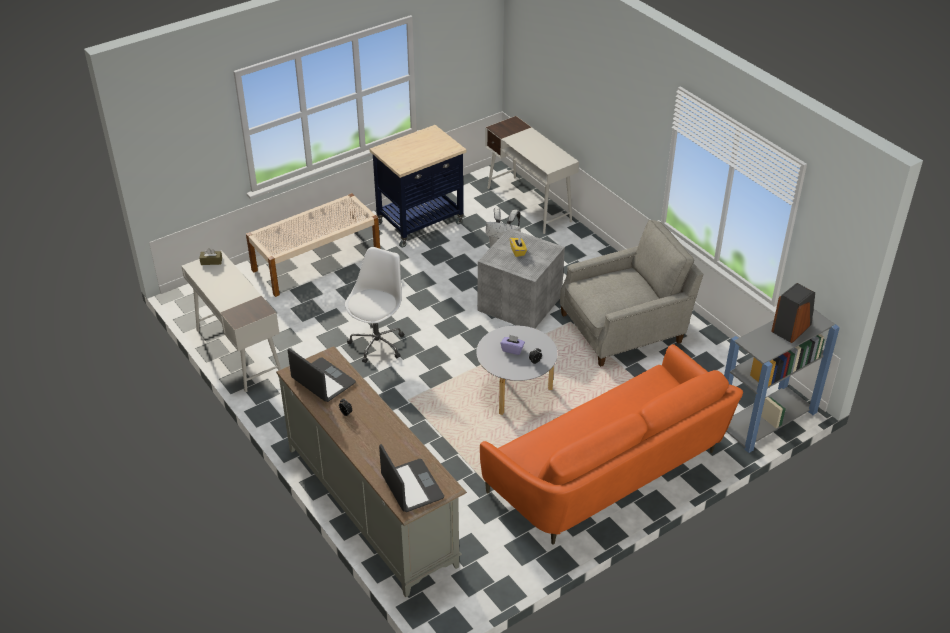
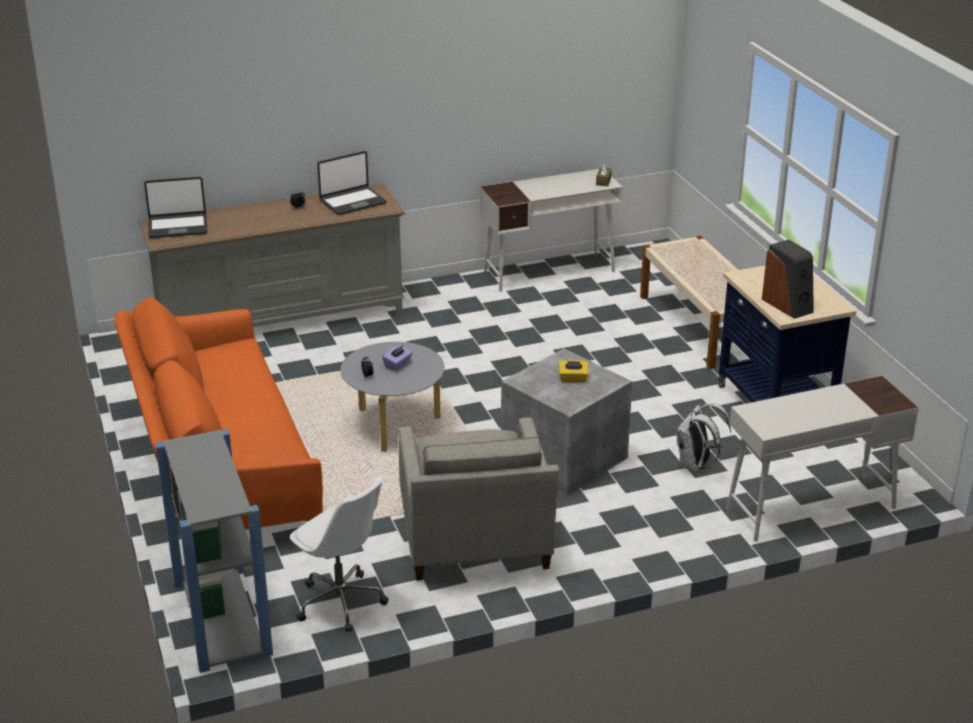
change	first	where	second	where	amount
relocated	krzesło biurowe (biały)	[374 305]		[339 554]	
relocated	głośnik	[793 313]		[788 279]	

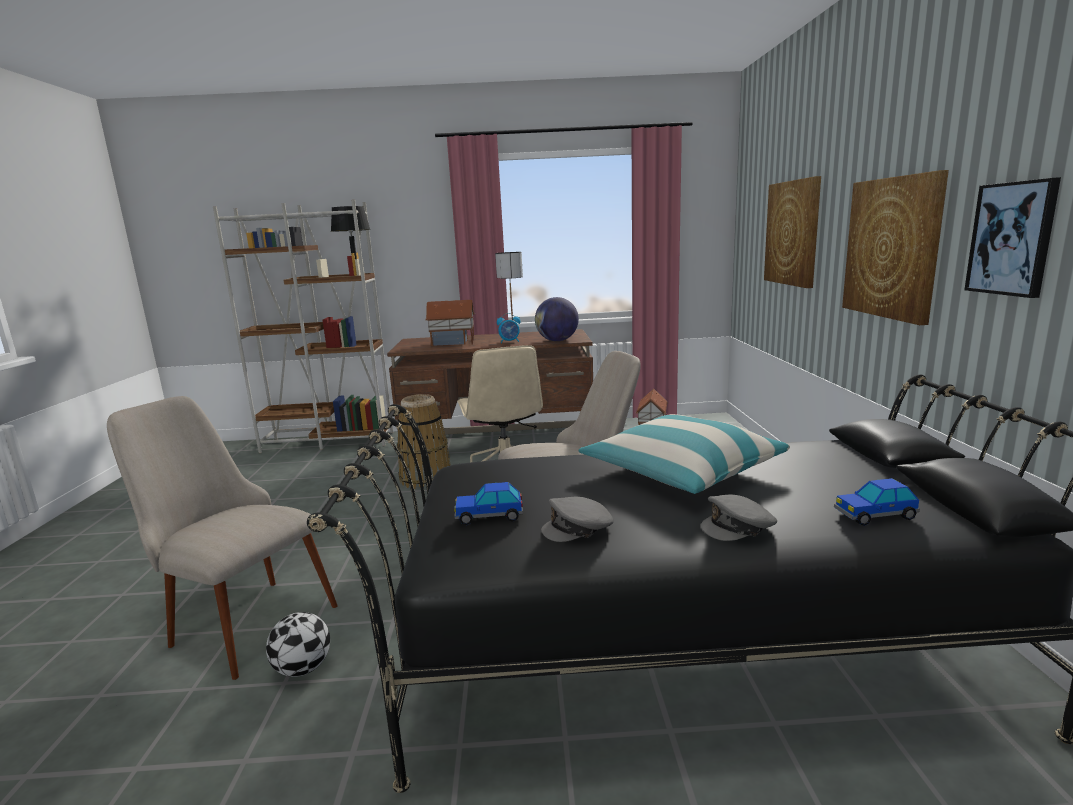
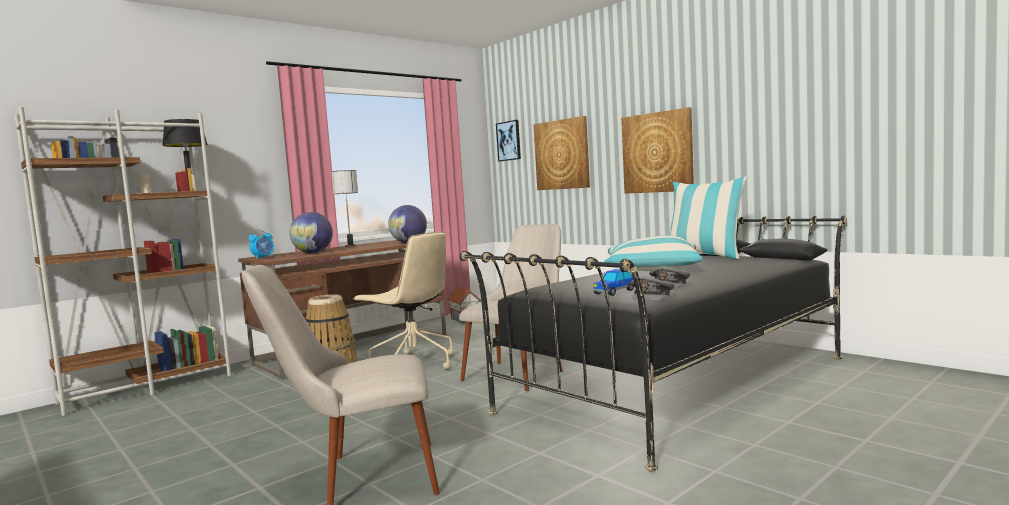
change	first	where	second	where	amount
missing	piłka futbolowa	[298 644]			
missing	samochodzik	[877 502]			
appeared			poduszka	[708 218]	
relocated	budzik	[509 328]		[261 244]	
relocated	czapka z daszkiem (szary)	[738 518]		[652 288]	
relocated	obraz	[1012 237]		[508 141]	
exchanged	domek	[450 323]	globus	[311 232]	

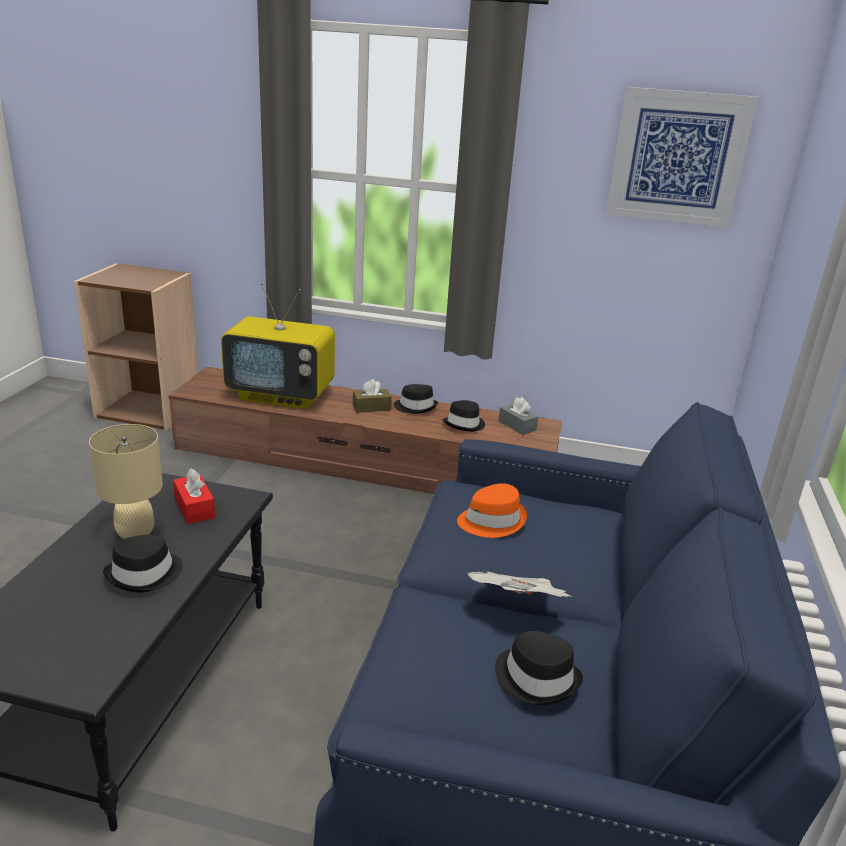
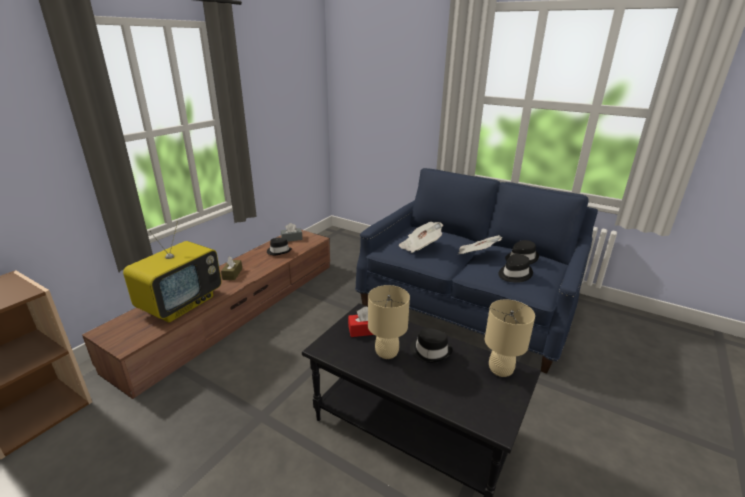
change	first	where	second	where	amount
missing	obraz	[682 157]			
appeared			lampa stołowa (beżowy)	[510 338]	
relocated	kapelusz (czarny)	[416 399]		[515 268]	
exchanged	kapelusz (pomarańczowy)	[492 510]	gazeta	[421 237]	

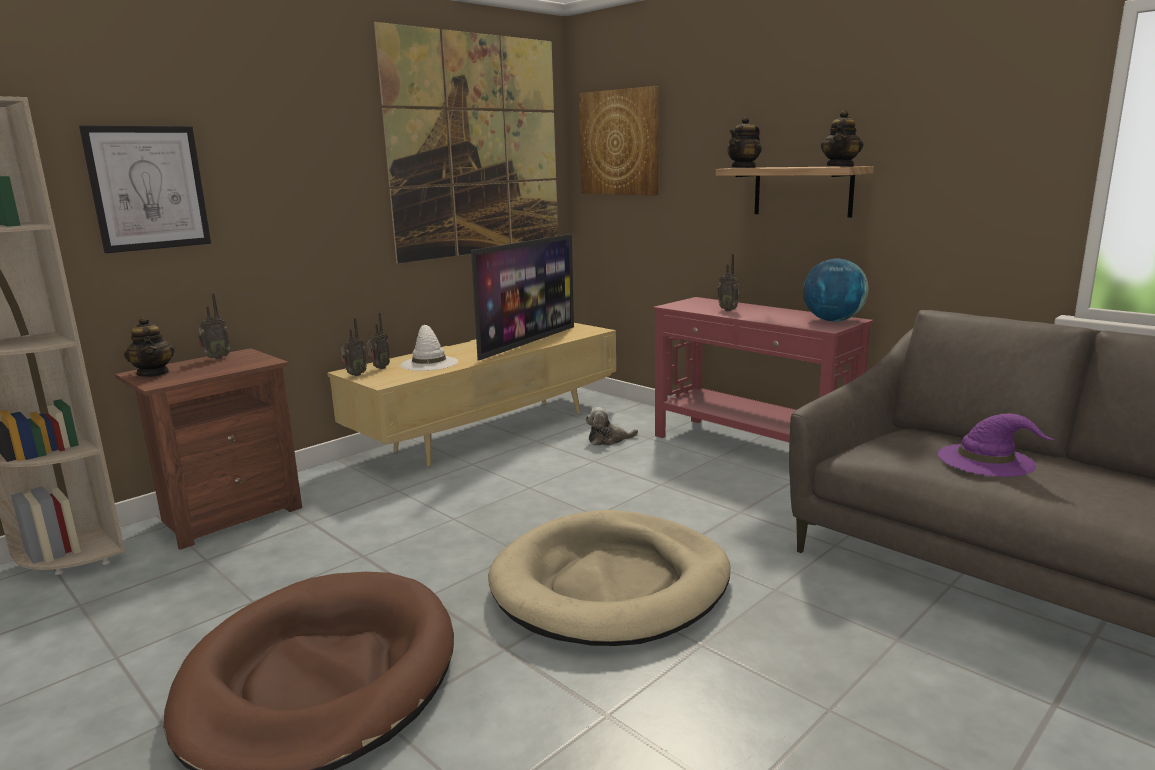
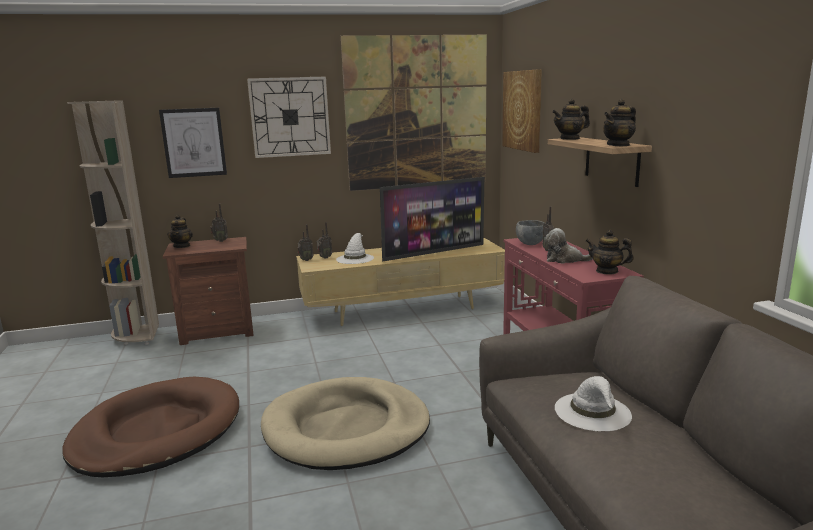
change	first	where	second	where	amount
appeared			zegar ścienny	[289 117]	
appeared			miska (szary)	[530 232]	
relocated	pluszak	[612 426]		[568 245]	
exchanged	globus	[836 290]	imbryk	[610 252]	
colour	kapelusz (fioletowy)	[996 445]	kapelusz (biały)	[593 403]	

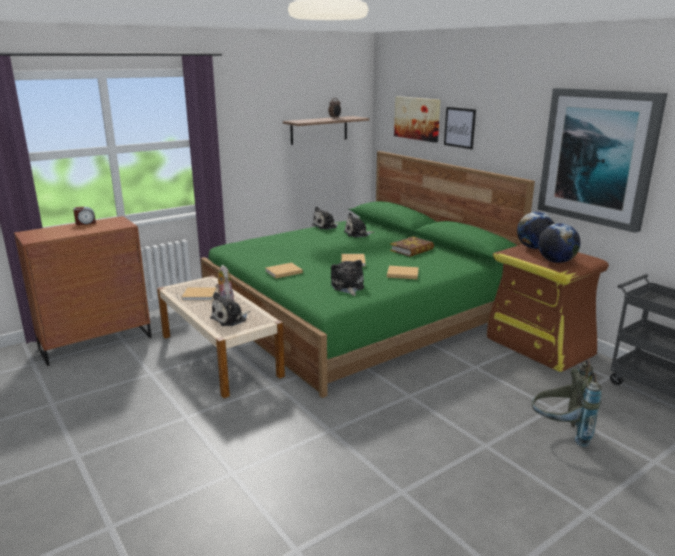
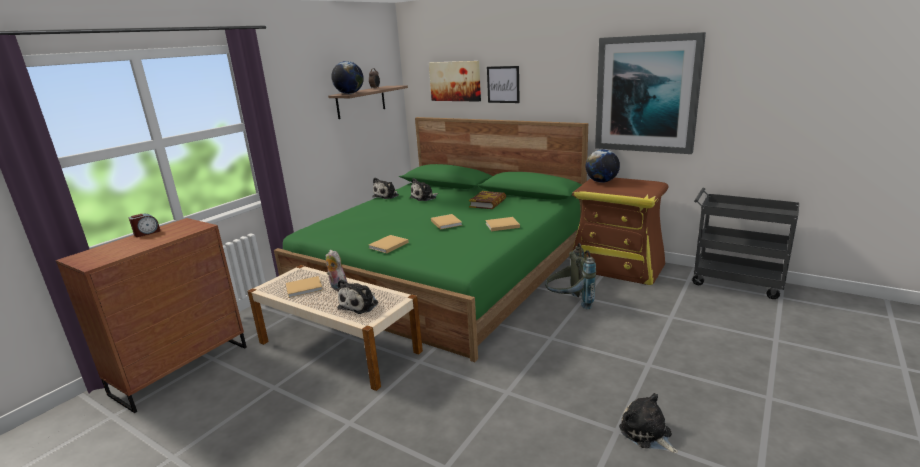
change	first	where	second	where	amount
relocated	pluszak	[347 278]		[648 423]	
relocated	plecak (szary)	[567 403]		[570 276]	
relocated	globus	[559 243]		[347 77]	

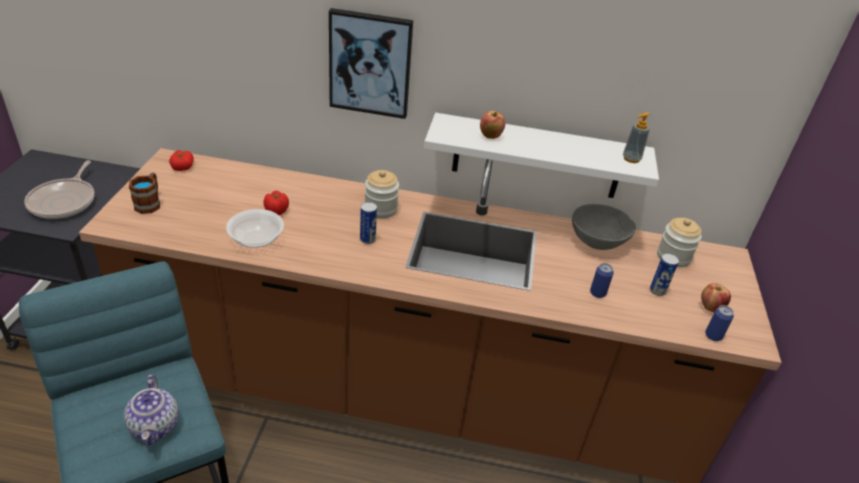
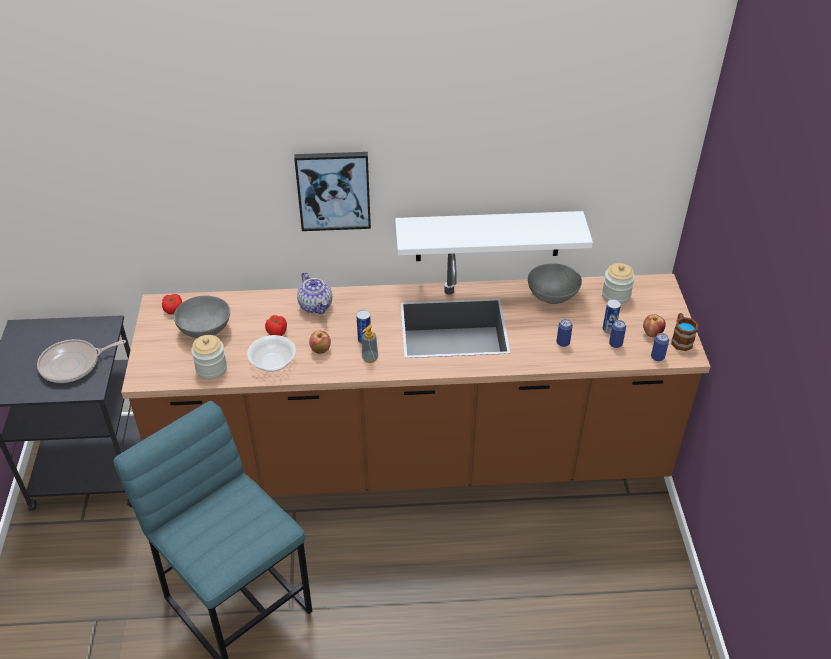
change	first	where	second	where	amount
appeared			miska (szary)	[202 317]	
appeared			puszka	[617 334]	
relocated	imbryk	[151 410]		[314 293]	
relocated	kubek	[144 193]		[684 332]	
relocated	słoik	[381 194]		[209 357]	
relocated	jabłko	[492 125]		[320 342]	
relocated	dozownik mydła	[636 137]		[370 344]	
spun	patelnia	[59 189]		[81 361]	75 degrees clockwise

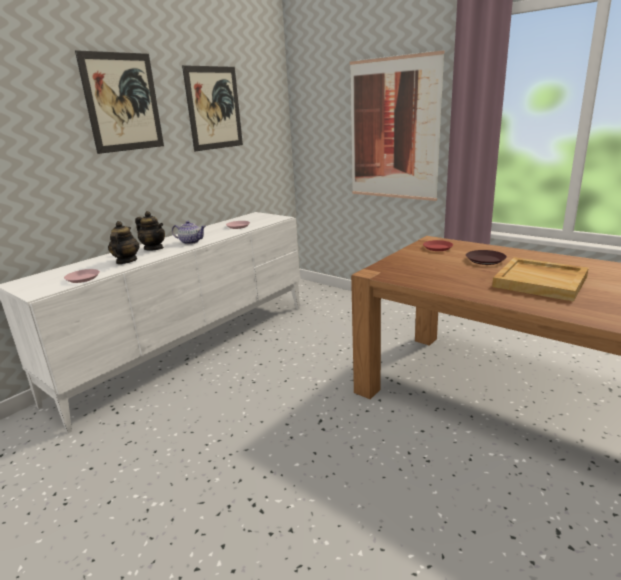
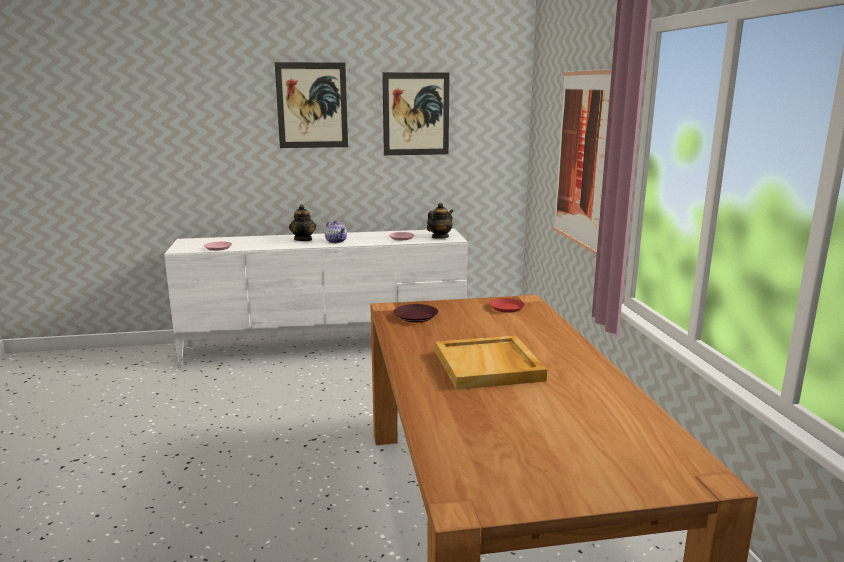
change	first	where	second	where	amount
relocated	imbryk	[124 242]		[440 221]	
relocated	talerz (brązowy)	[486 257]		[416 313]	

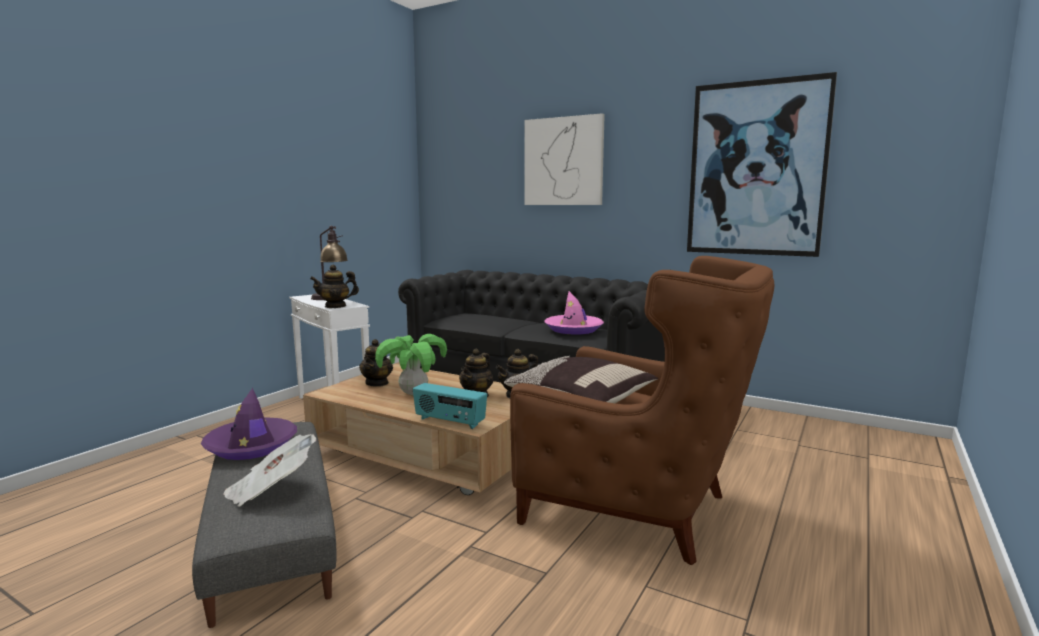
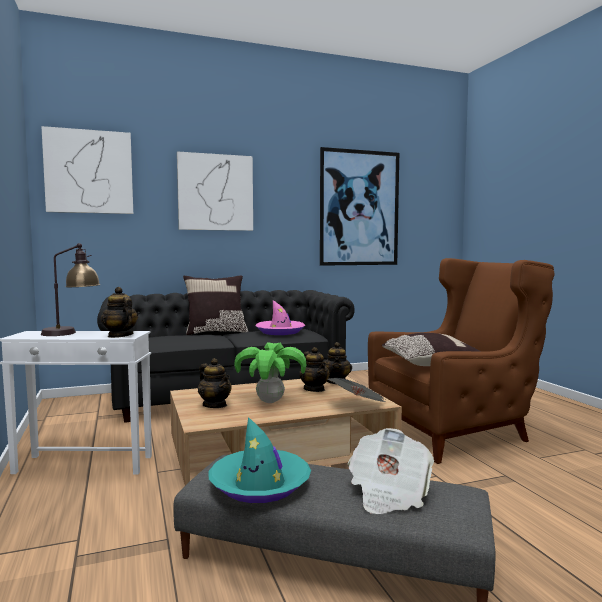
change	first	where	second	where	amount
appeared			obraz	[87 170]	
appeared			poduszka	[215 305]	
exchanged	radio	[450 406]	gazeta	[357 390]	
colour	kapelusz (fioletowy)	[249 424]	kapelusz (turkusowy)	[259 460]	
spun	imbryk	[334 286]		[119 312]	120 degrees clockwise

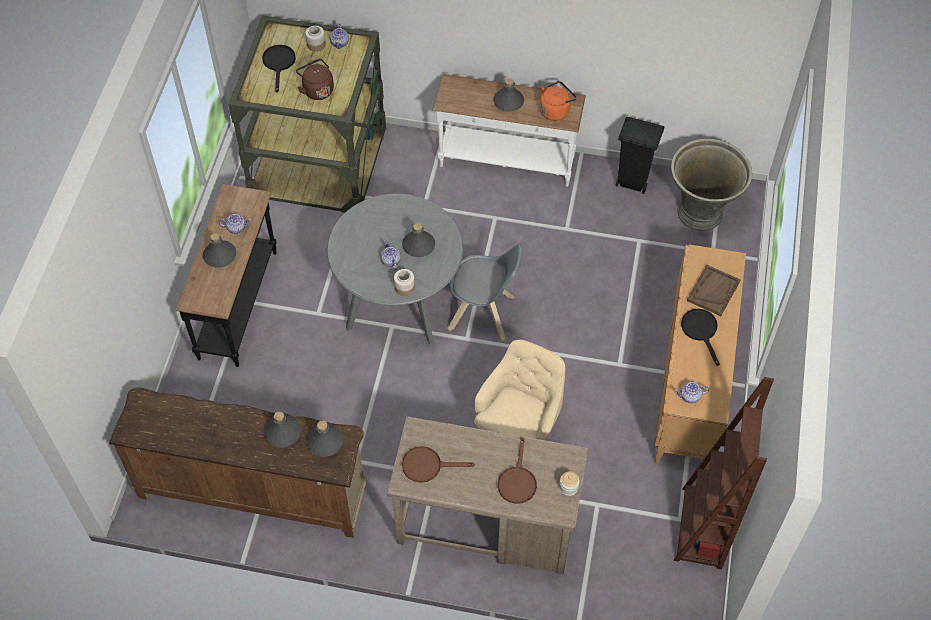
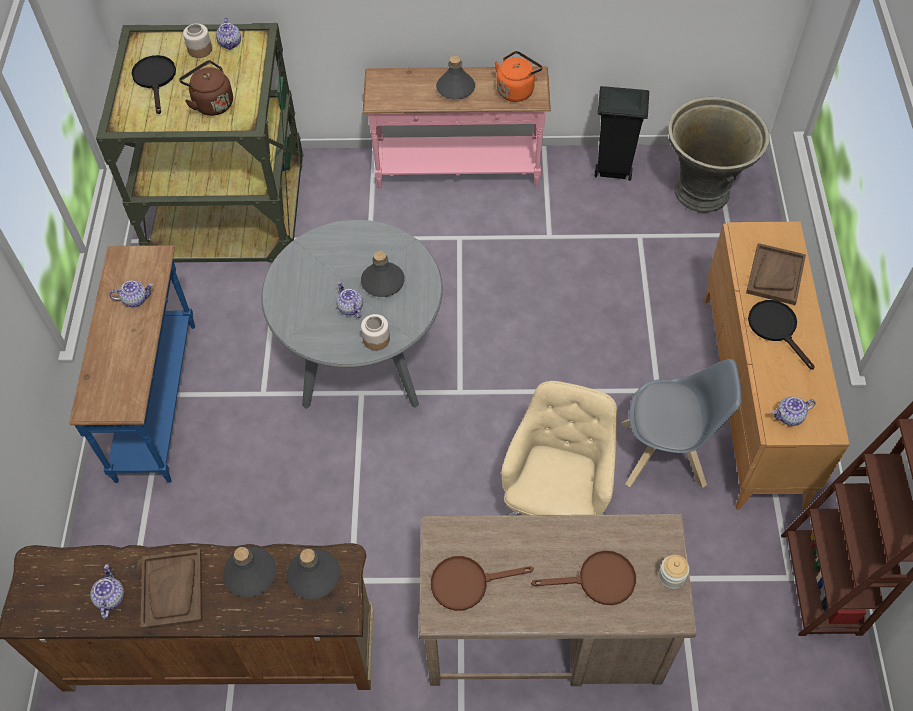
change	first	where	second	where	amount
missing	butelka (szary)	[219 250]			
appeared			imbryk	[107 591]	
appeared			taca (brązowy)	[171 589]	
relocated	krzesło (szary)	[485 292]		[681 423]	
colour	stolik konsolowy (czarny)	[226 275]	stolik konsolowy (niebieski)	[132 364]	
colour	stolik konsolowy (biały)	[509 130]	stolik konsolowy (różowy)	[457 127]	
spun	patelnia (brązowy)	[517 470]		[583 577]	90 degrees counterclockwise

